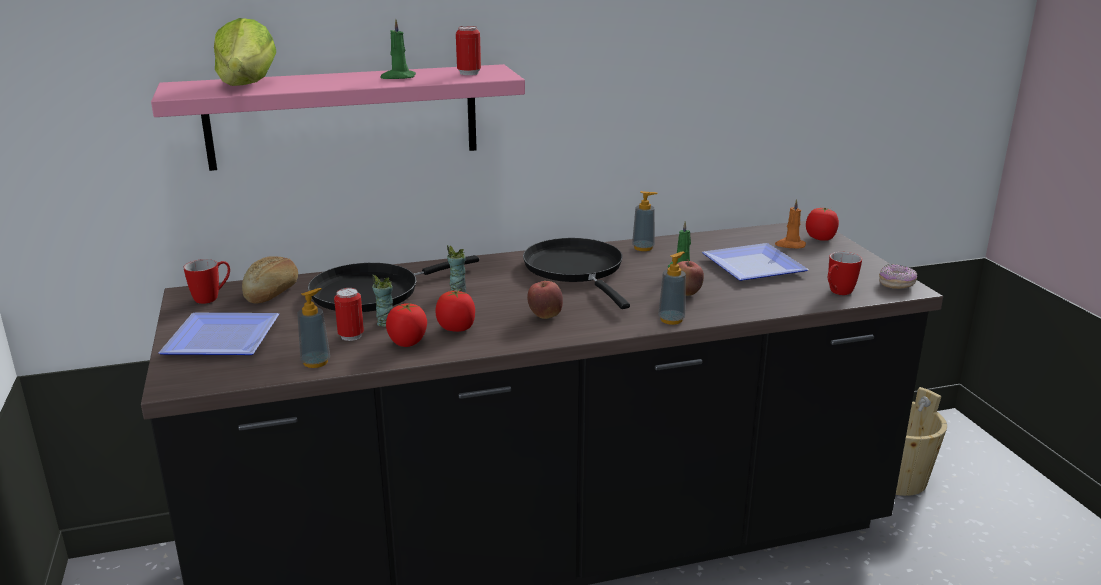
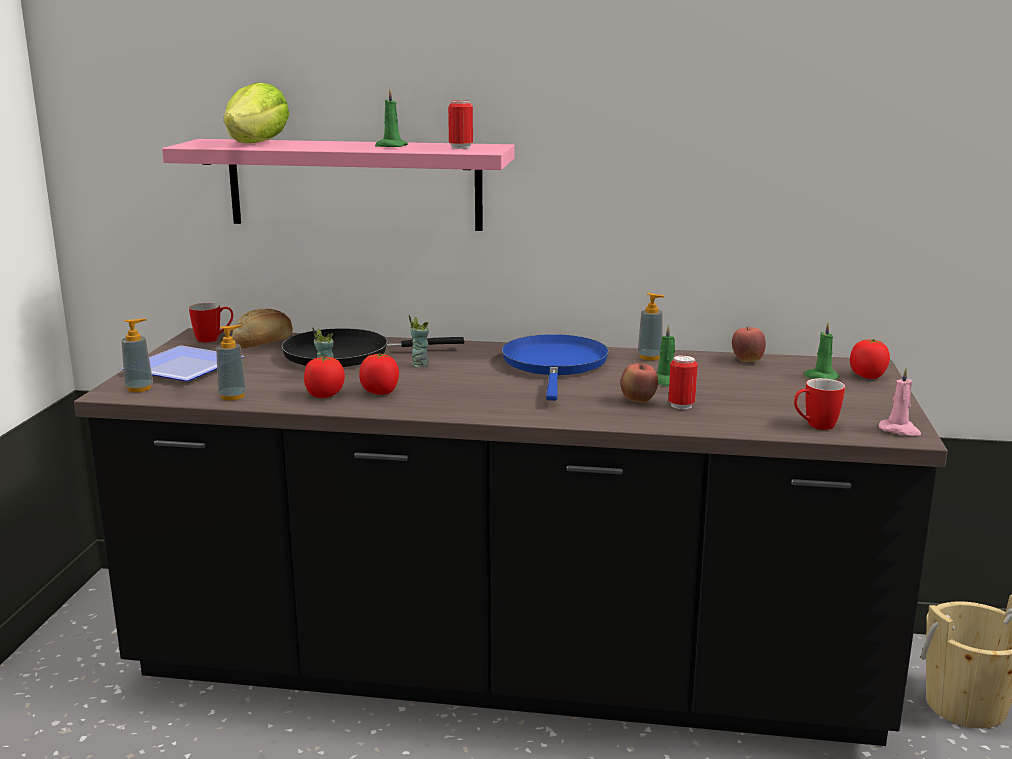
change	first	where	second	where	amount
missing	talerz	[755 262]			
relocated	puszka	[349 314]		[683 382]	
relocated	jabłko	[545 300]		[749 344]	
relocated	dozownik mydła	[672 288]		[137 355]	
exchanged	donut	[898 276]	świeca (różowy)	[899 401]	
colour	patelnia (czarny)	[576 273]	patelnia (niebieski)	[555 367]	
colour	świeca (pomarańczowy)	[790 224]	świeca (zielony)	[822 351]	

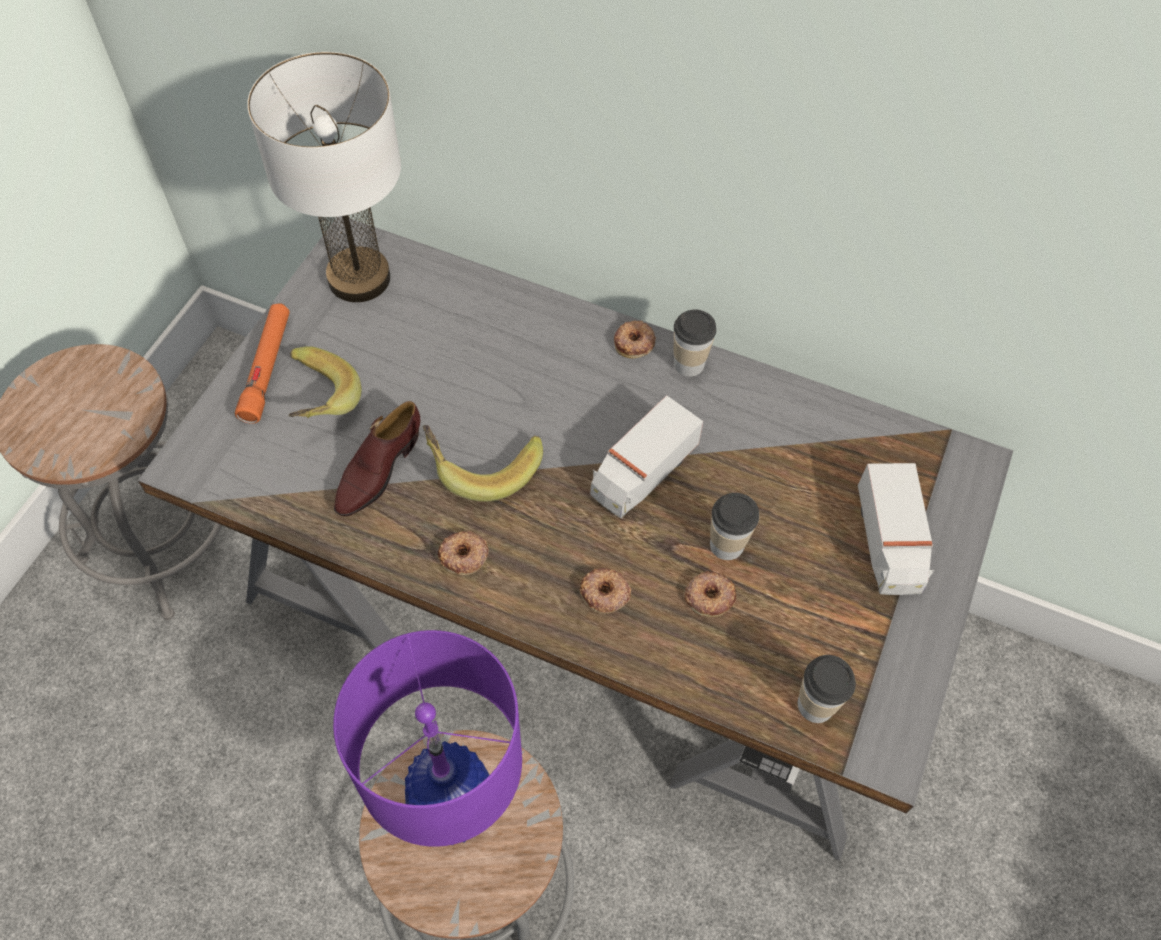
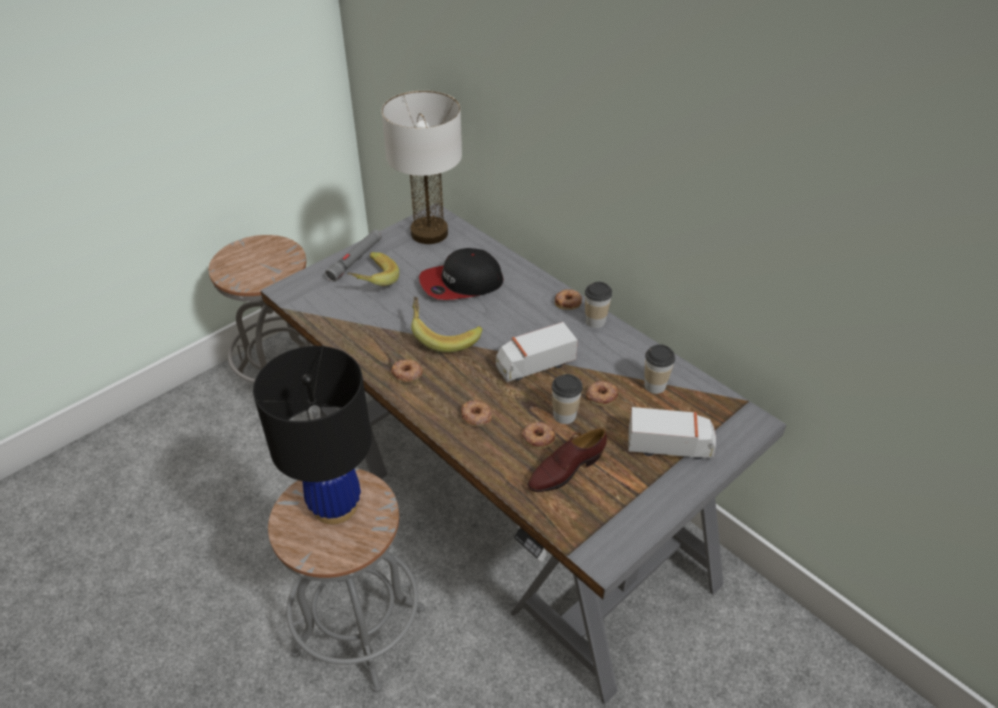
change	first	where	second	where	amount
appeared			czapka z daszkiem	[461 274]	
appeared			donut	[602 393]	
relocated	but (brązowy)	[377 459]		[567 460]	
relocated	filiżanka	[827 689]		[659 369]	
colour	latarka (pomarańczowy)	[262 363]	latarka (szary)	[353 256]	
colour	lampa stołowa (fioletowy)	[427 738]	lampa stołowa (czarny)	[312 435]	
spun	ciężarówka zabawkowa	[896 529]		[672 433]	105 degrees counterclockwise

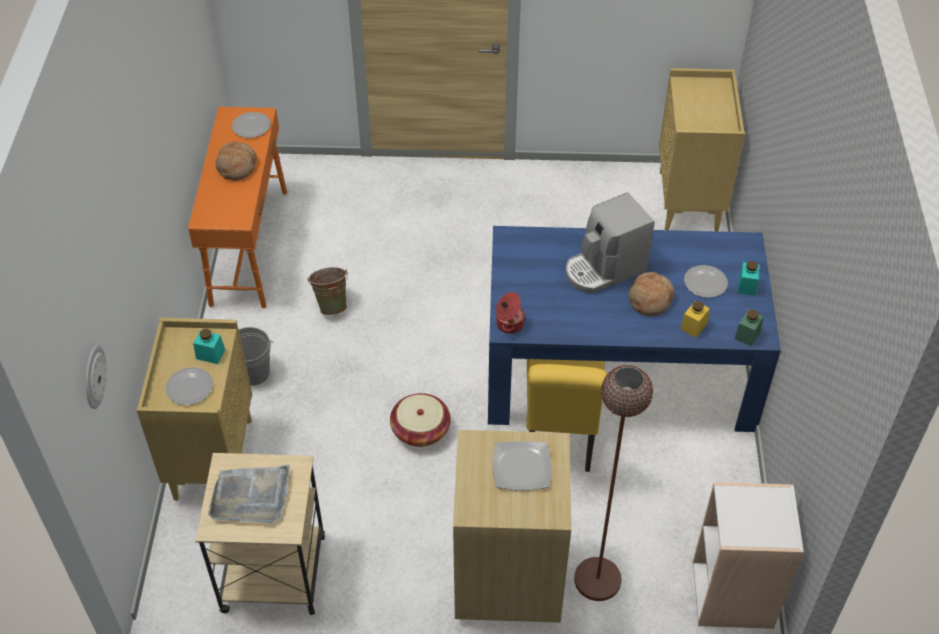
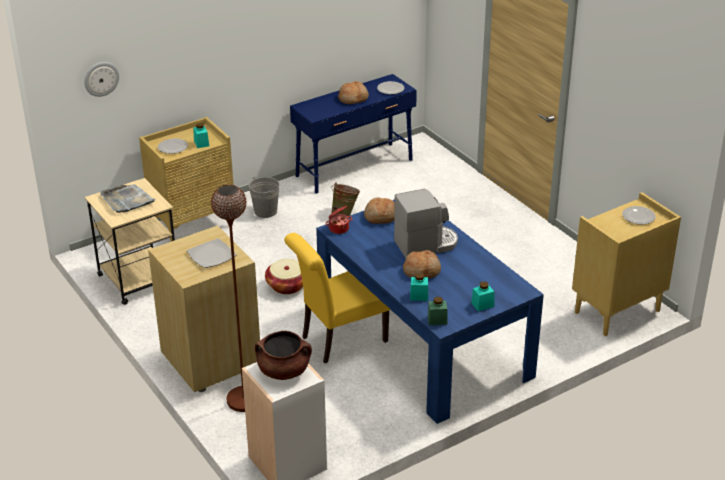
change	first	where	second	where	amount
appeared			garnek (brązowy)	[283 355]	
appeared			chleb	[379 210]	
relocated	talerz	[706 281]		[639 215]	
colour	stolik konsolowy (pomarańczowy)	[237 207]	stolik konsolowy (niebieski)	[353 134]	
colour	słoik (żółty)	[695 319]	słoik (turkusowy)	[419 287]	
spun	ekspres do kawy	[610 242]		[426 223]	135 degrees clockwise

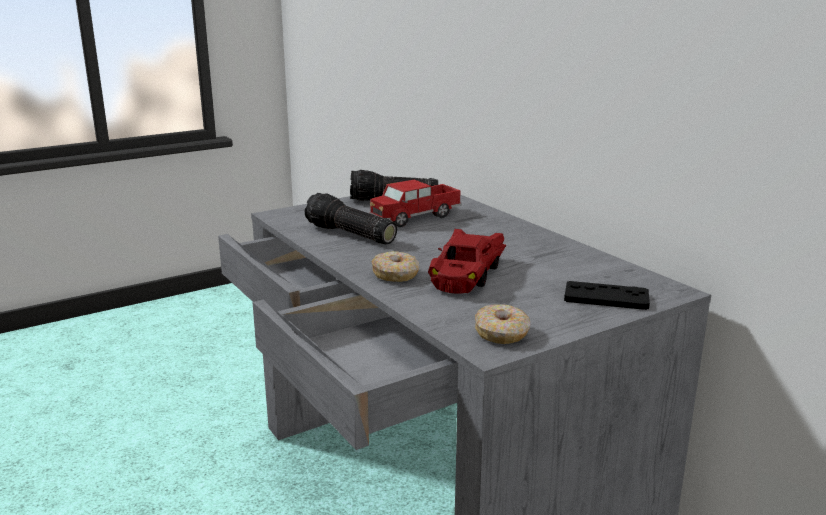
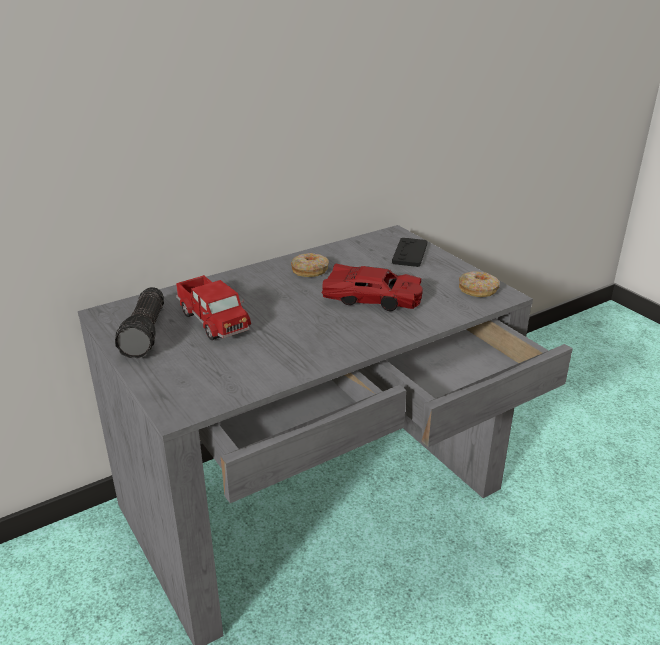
change	first	where	second	where	amount
missing	latarka	[351 218]			
relocated	donut	[395 266]		[310 265]	

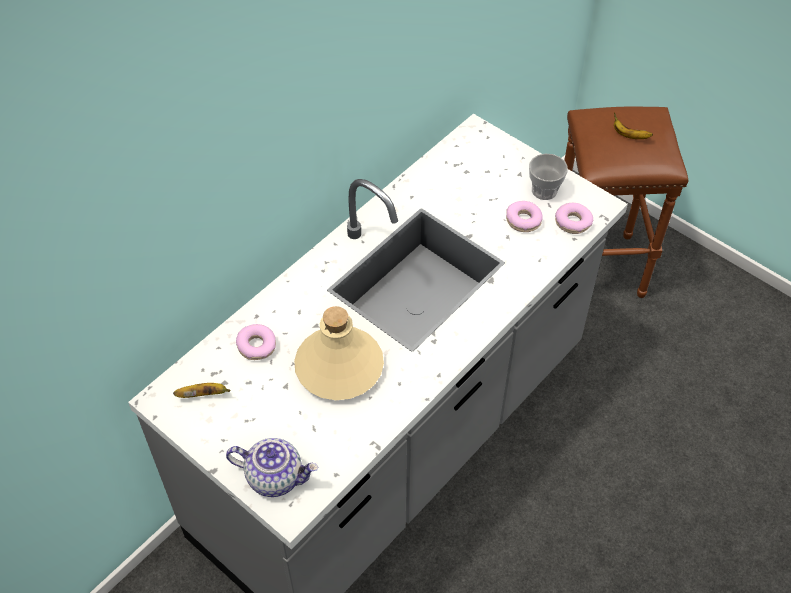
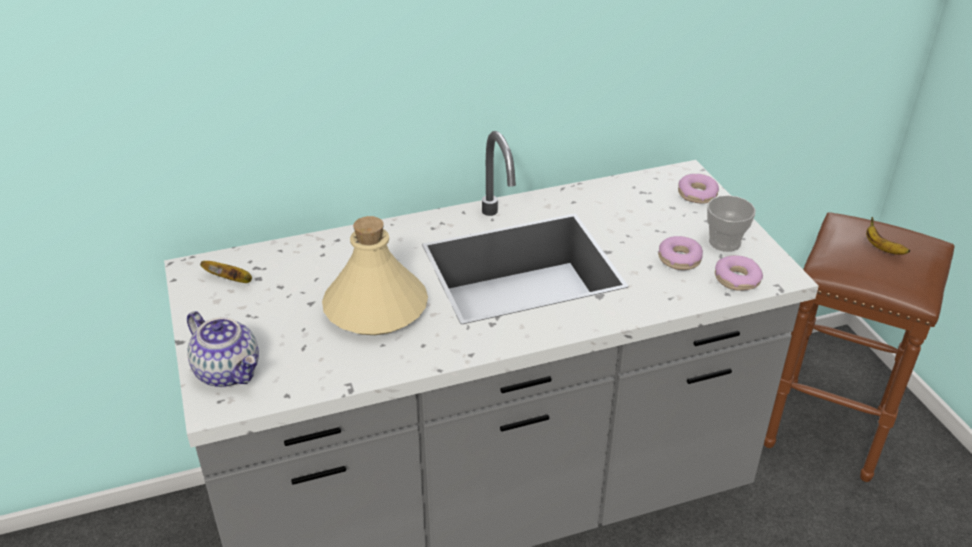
change	first	where	second	where	amount
relocated	donut	[256 342]		[698 189]	

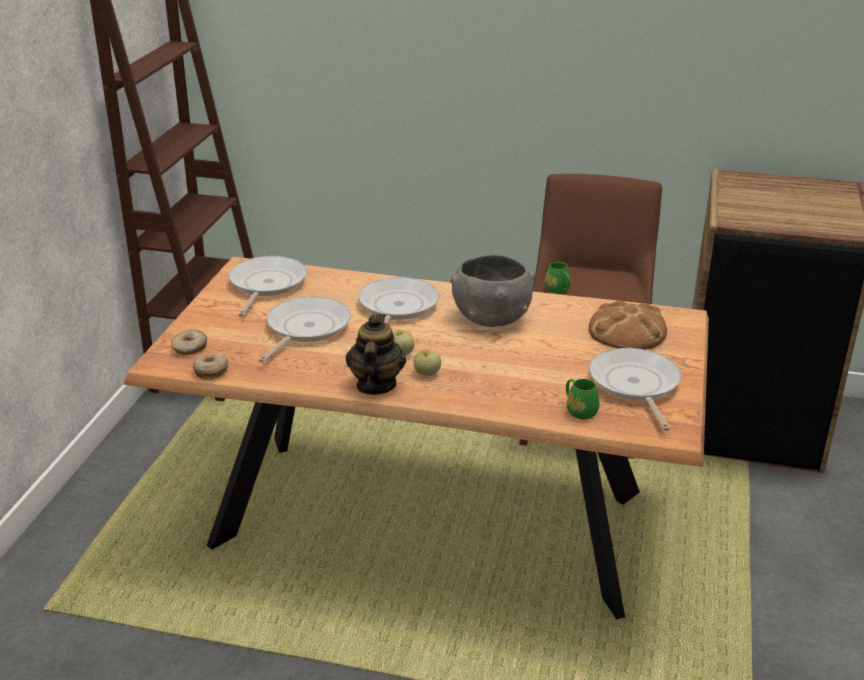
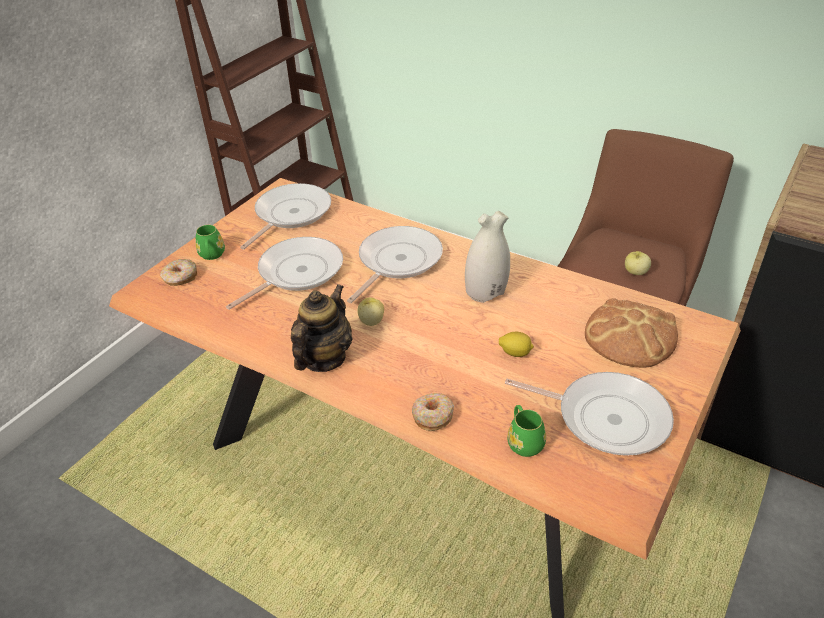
change	first	where	second	where	amount
appeared			cytryna	[516 344]	
relocated	donut	[210 366]		[433 412]	
relocated	jabłko	[427 362]		[638 263]	
relocated	kubek (zielony)	[557 277]		[210 242]	
exchanged	miska (szary)	[493 291]	wazon (biały)	[487 257]	
spun	patelnia	[635 389]		[589 414]	105 degrees clockwise

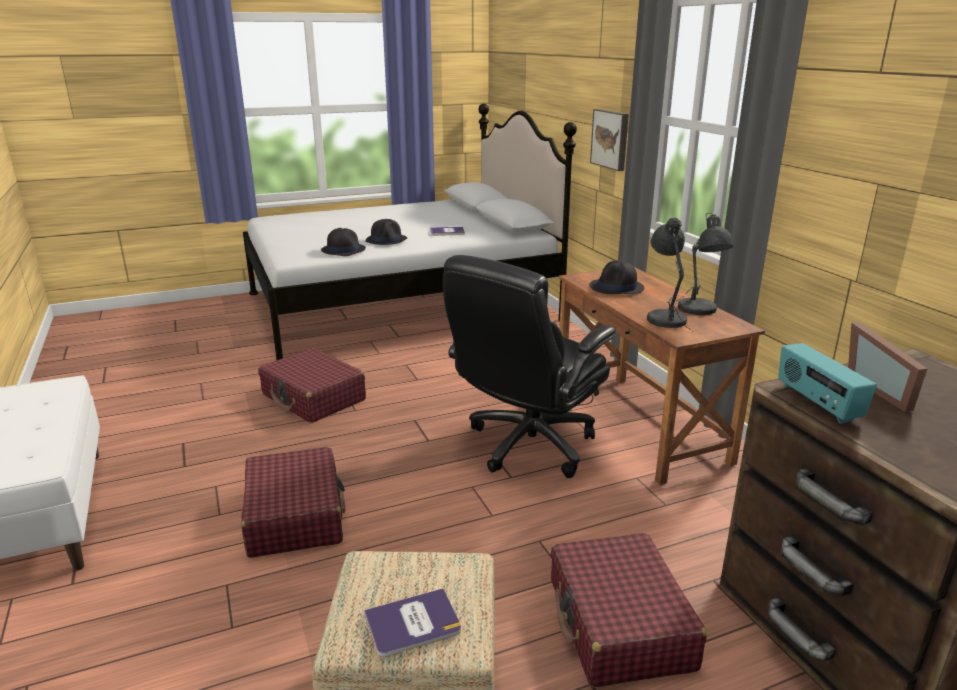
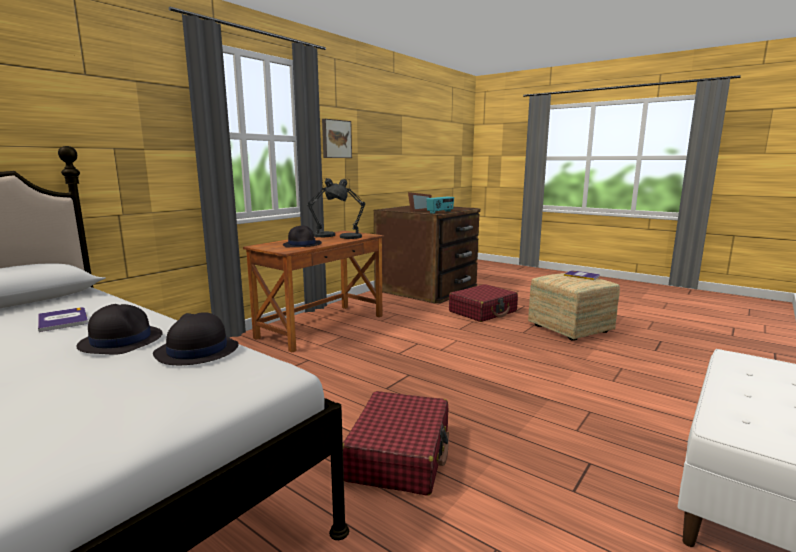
change	first	where	second	where	amount
missing	walizka (czerwony)	[293 502]			
missing	krzesło biurowe (czarny)	[529 366]			
relocated	obraz	[609 140]		[337 138]	

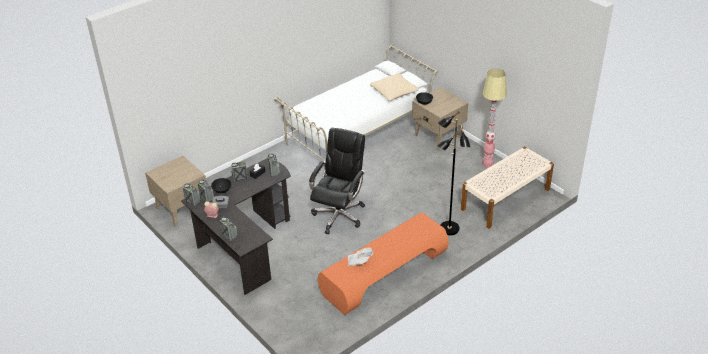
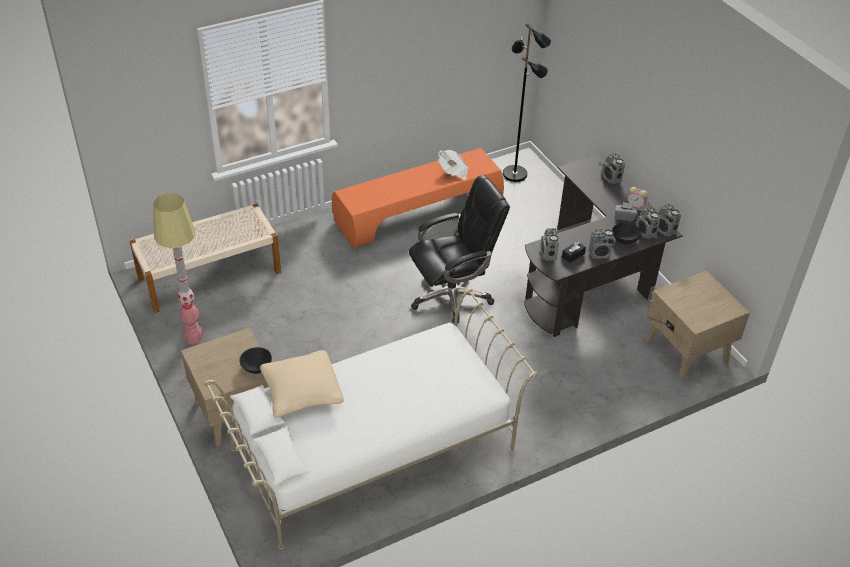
change	first	where	second	where	amount
relocated	lampa stojąca (czarny)	[453 173]		[527 102]	
spun	krzesło biurowe (czarny)	[337 181]		[459 249]	150 degrees counterclockwise

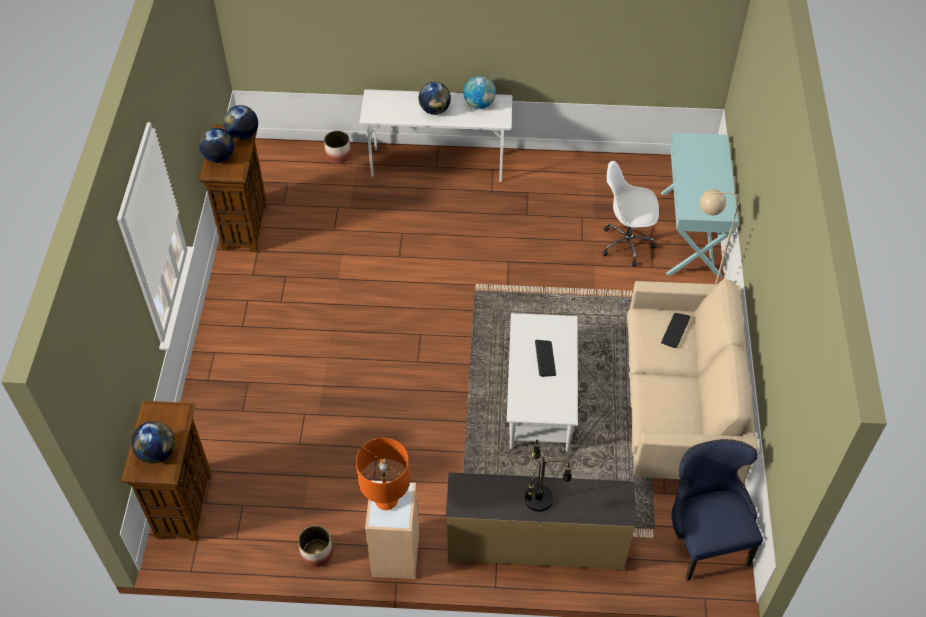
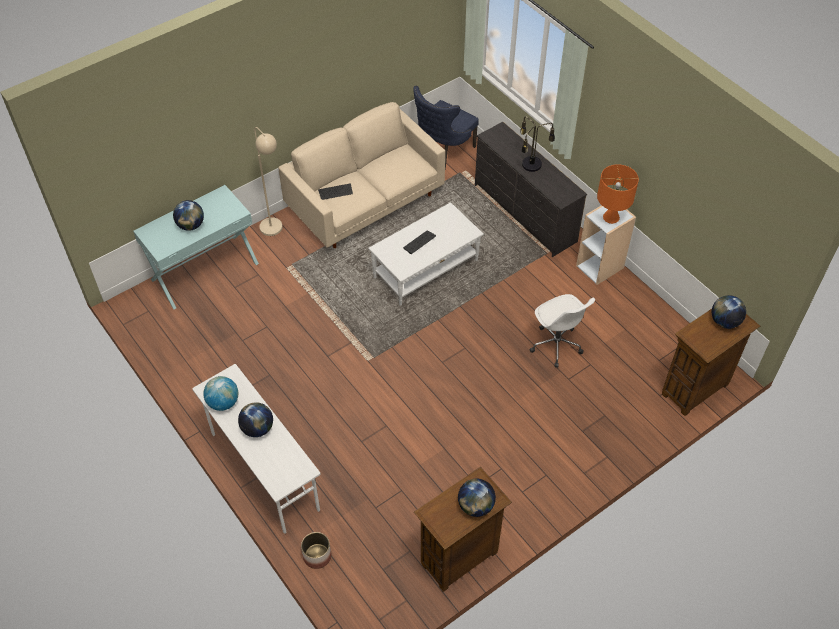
change	first	where	second	where	amount
missing	donica	[315 546]			
relocated	globus	[241 122]		[188 215]	
relocated	krzesło biurowe (biały)	[630 214]		[562 330]	

